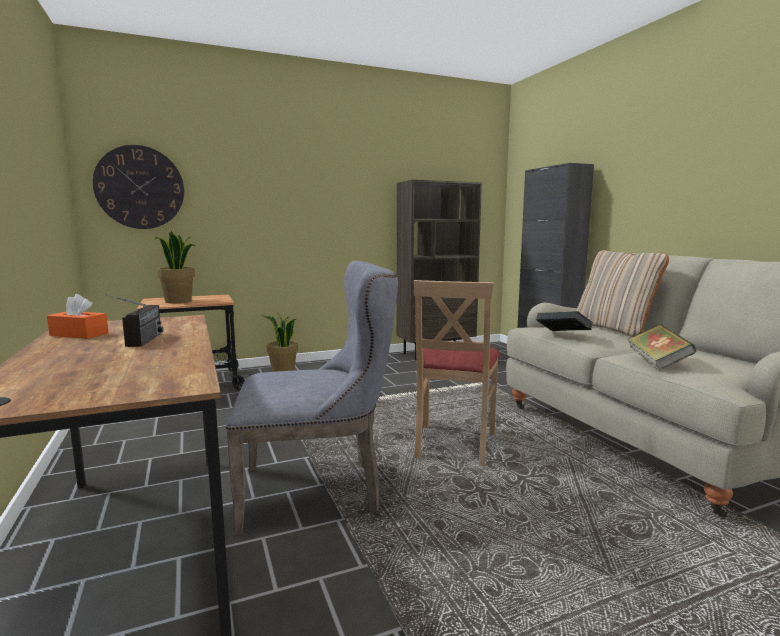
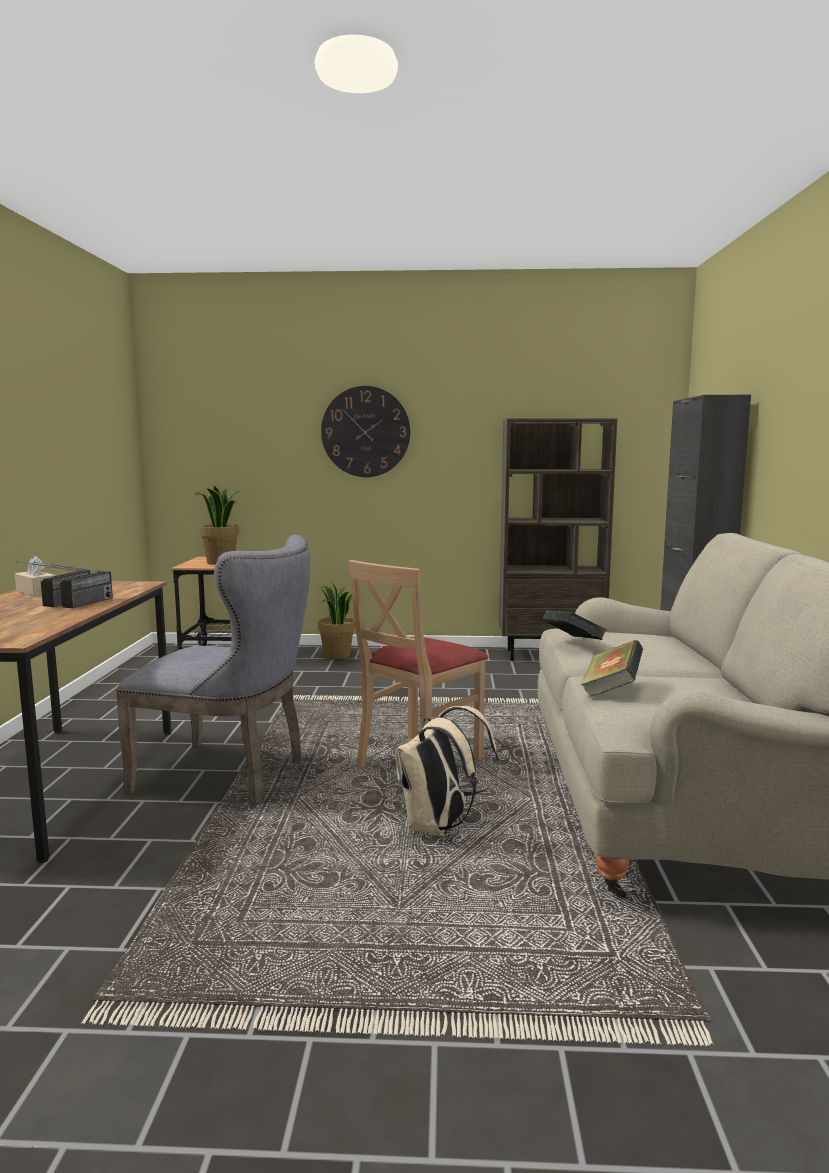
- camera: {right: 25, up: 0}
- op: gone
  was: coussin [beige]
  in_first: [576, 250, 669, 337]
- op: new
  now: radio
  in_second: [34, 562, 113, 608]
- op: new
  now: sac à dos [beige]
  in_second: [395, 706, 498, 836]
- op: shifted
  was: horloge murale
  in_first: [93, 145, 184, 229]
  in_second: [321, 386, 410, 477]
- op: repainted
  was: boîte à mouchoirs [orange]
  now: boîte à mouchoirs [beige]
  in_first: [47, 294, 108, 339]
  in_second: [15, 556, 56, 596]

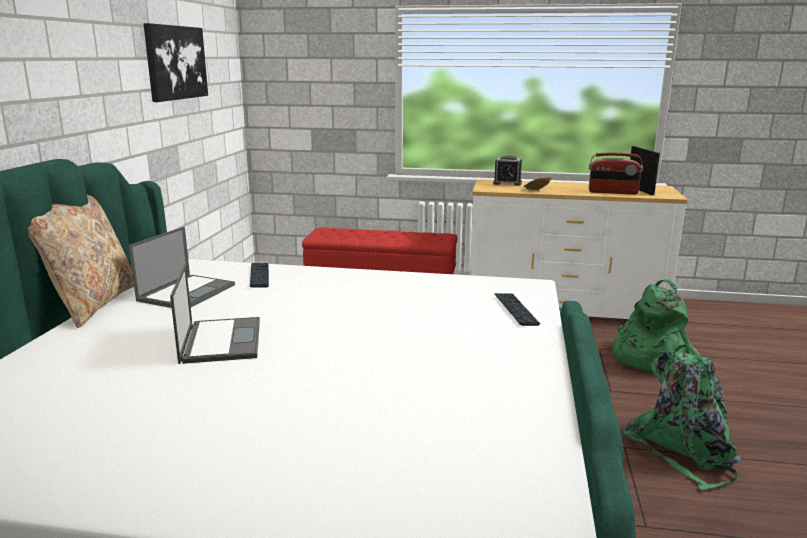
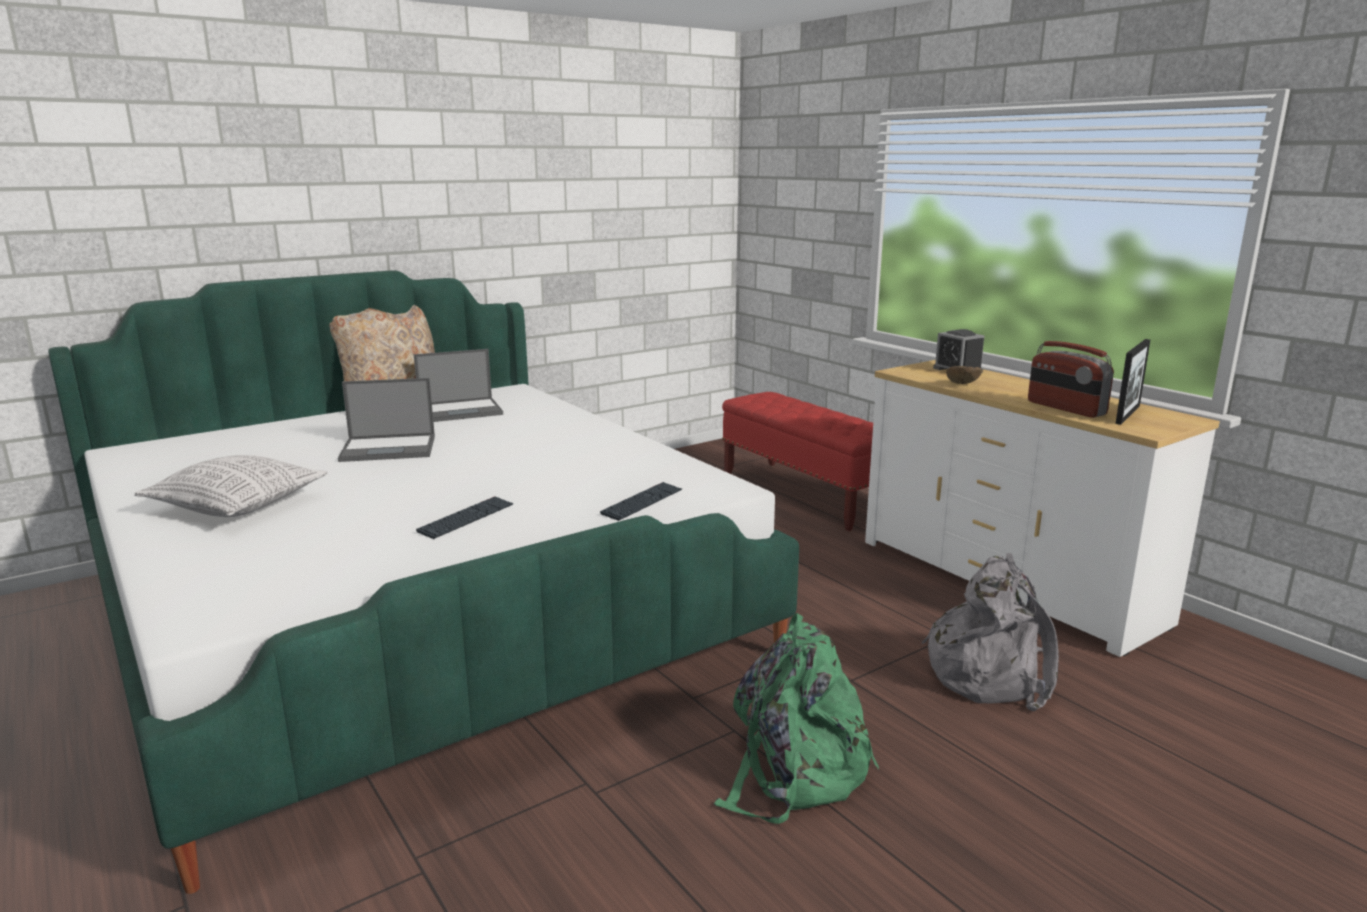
- camera: {right: 45, up: 0}
- op: gone
  was: tableau
  in_first: [144, 23, 208, 102]
- op: new
  now: coussin
  in_second: [134, 455, 327, 517]
- op: shifted
  was: clavier
  in_first: [250, 263, 269, 288]
  in_second: [416, 496, 513, 539]
- op: repainted
  was: sac à dos [vert]
  now: sac à dos [gris]
  in_first: [612, 279, 695, 373]
  in_second: [922, 553, 1059, 711]
- op: rotated
  was: ordinateur portable
  in_first: [170, 264, 260, 364]
  in_second: [338, 378, 435, 462]
  clockwise: 45

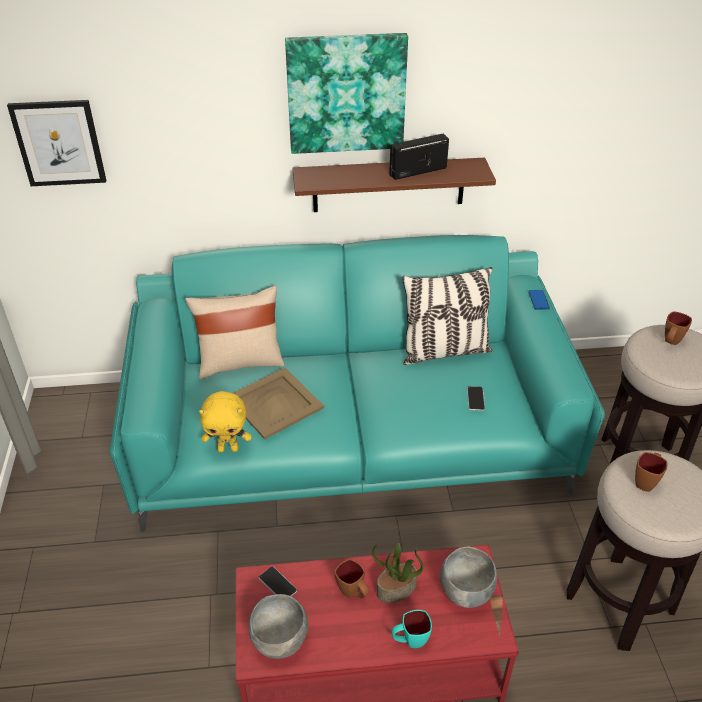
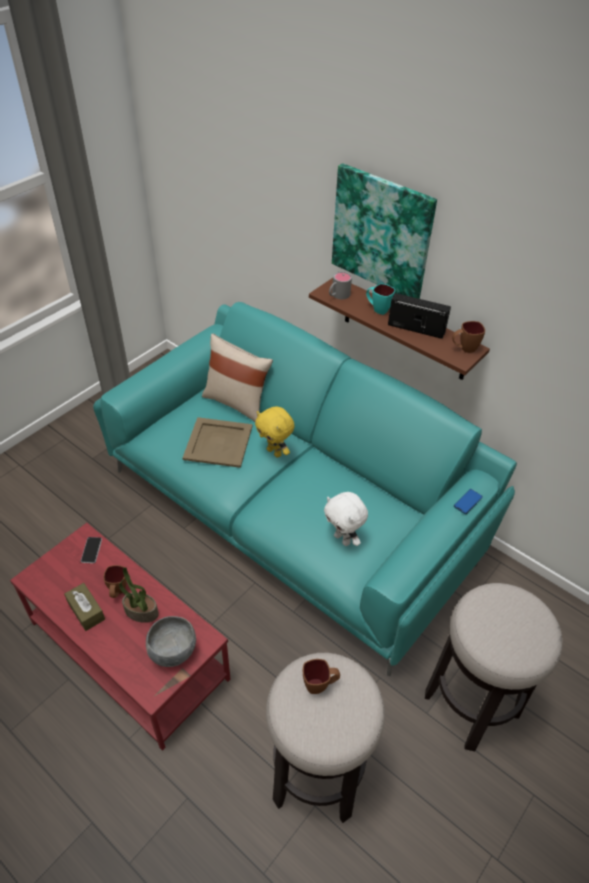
- camera: {right: 45, up: 5}
- op: gone
  was: tableau
  in_first: [7, 100, 106, 186]
- op: gone
  was: bol [gris]
  in_first: [248, 594, 308, 659]
- op: gone
  was: coussin
  in_first: [402, 267, 492, 365]
- op: new
  now: boîte à mouchoirs [marron]
  in_second: [64, 583, 105, 631]
- op: new
  now: mug [gris]
  in_second: [329, 272, 352, 299]
- op: shifted
  was: peluche [jaune]
  in_first: [199, 391, 251, 452]
  in_second: [255, 406, 294, 458]
- op: shifted
  was: mug [turquoise]
  in_first: [391, 610, 432, 648]
  in_second: [366, 283, 395, 315]
- op: shifted
  was: mug [marron]
  in_first: [665, 311, 692, 345]
  in_second: [452, 321, 485, 353]
- op: swapped
  was: téléphone
  now: peluche [blanc]
  in_first: [467, 386, 485, 411]
  in_second: [324, 492, 368, 546]

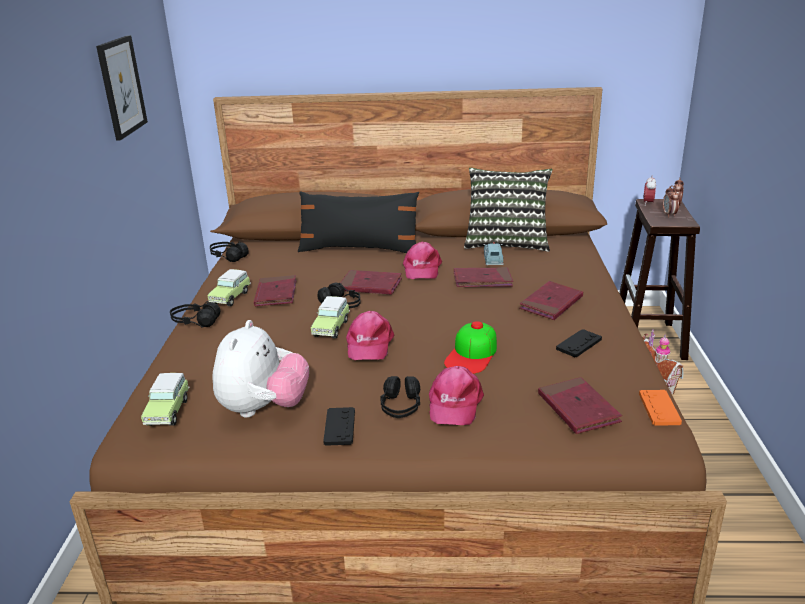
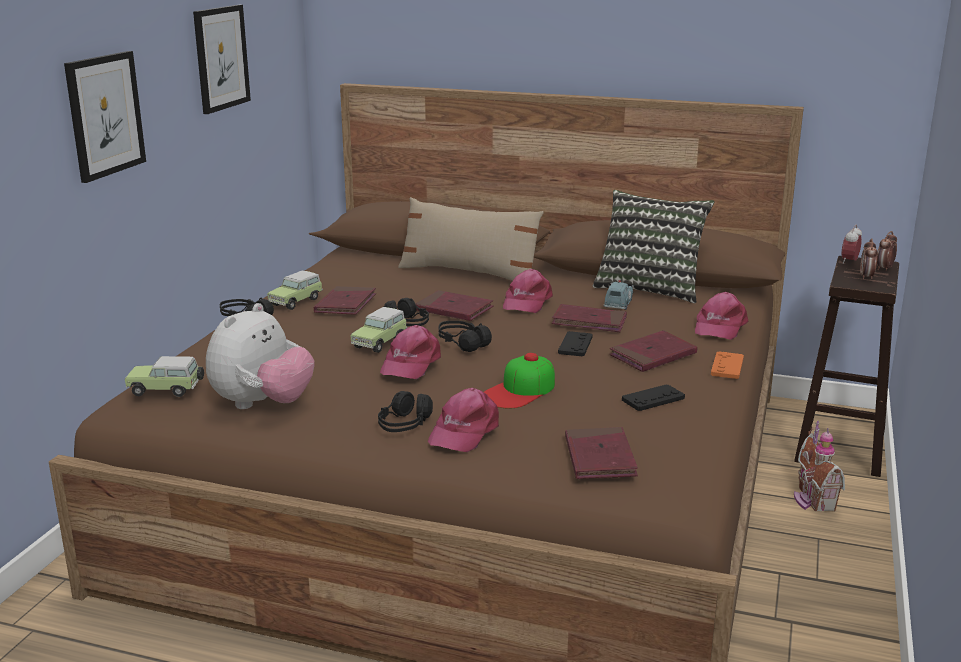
- camera: {right: 15, up: -5}
- op: new
  now: tableau
  in_second: [64, 51, 146, 183]
- op: new
  now: casquette [rose]
  in_second: [695, 292, 748, 340]
- op: shifted
  was: casque audio [noir]
  in_first: [210, 241, 249, 262]
  in_second: [439, 321, 492, 352]
- op: shifted
  was: manette [noir]
  in_first: [323, 407, 355, 446]
  in_second: [558, 331, 593, 357]
- op: shifted
  was: manette [orange]
  in_first: [639, 390, 682, 425]
  in_second: [711, 351, 744, 379]
- op: repainted
  was: coussin [noir]
  now: coussin [beige]
  in_first: [298, 191, 419, 253]
  in_second: [398, 197, 544, 281]
- op: rotated
  was: petite voiture
  in_first: [141, 373, 190, 426]
  in_second: [125, 356, 204, 397]
  clockwise: 75

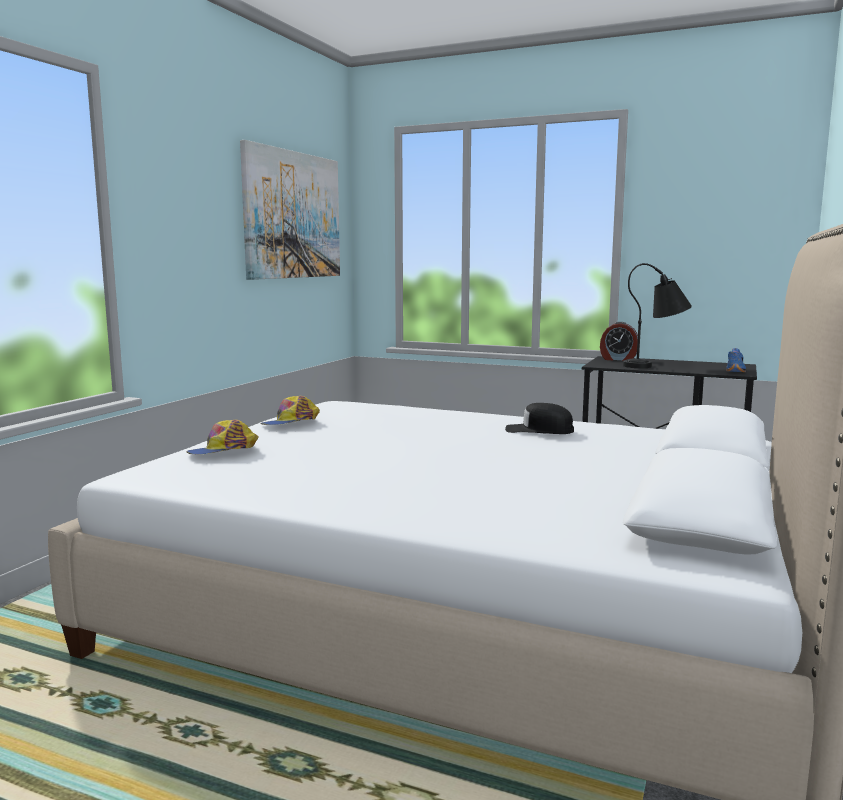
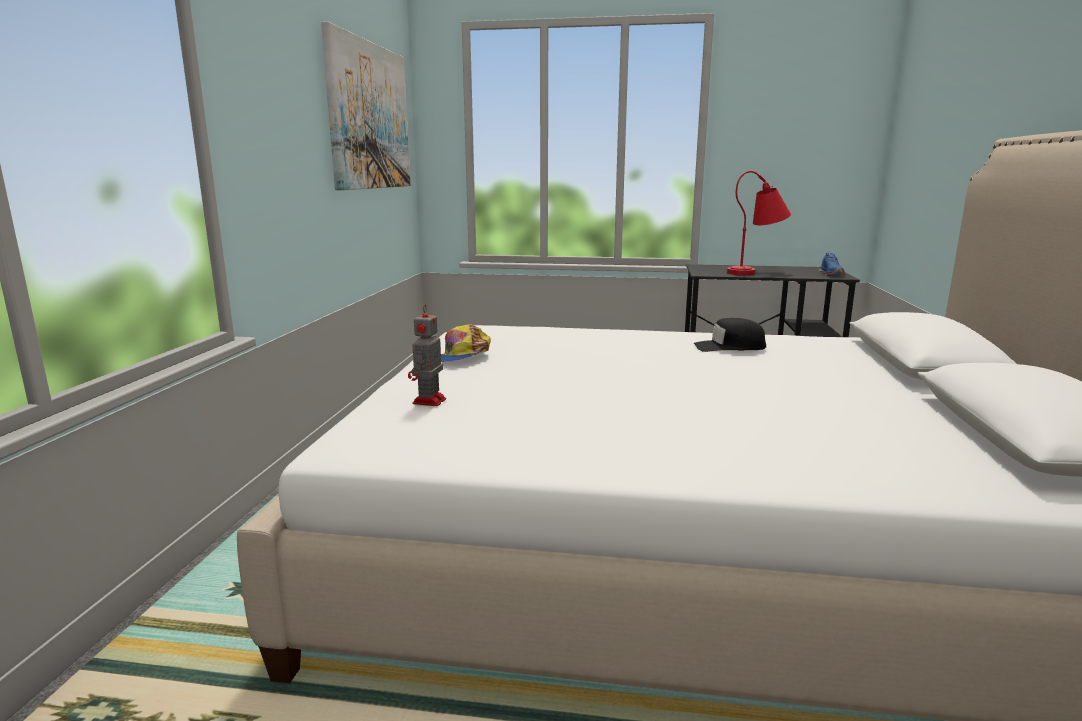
- camera: {right: -15, up: 5}
- op: gone
  was: réveil
  in_first: [600, 322, 638, 361]
- op: swapped
  was: casquette
  now: robot jouet
  in_first: [187, 420, 259, 454]
  in_second: [408, 304, 446, 406]
- op: repainted
  was: lampe de table [noir]
  now: lampe de table [rouge]
  in_first: [623, 263, 692, 368]
  in_second: [727, 171, 791, 275]

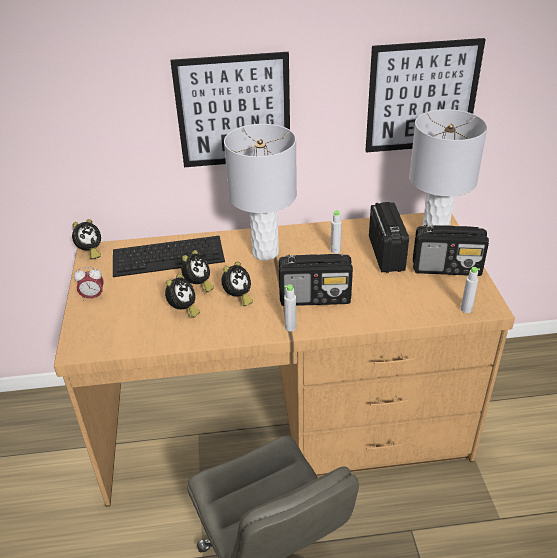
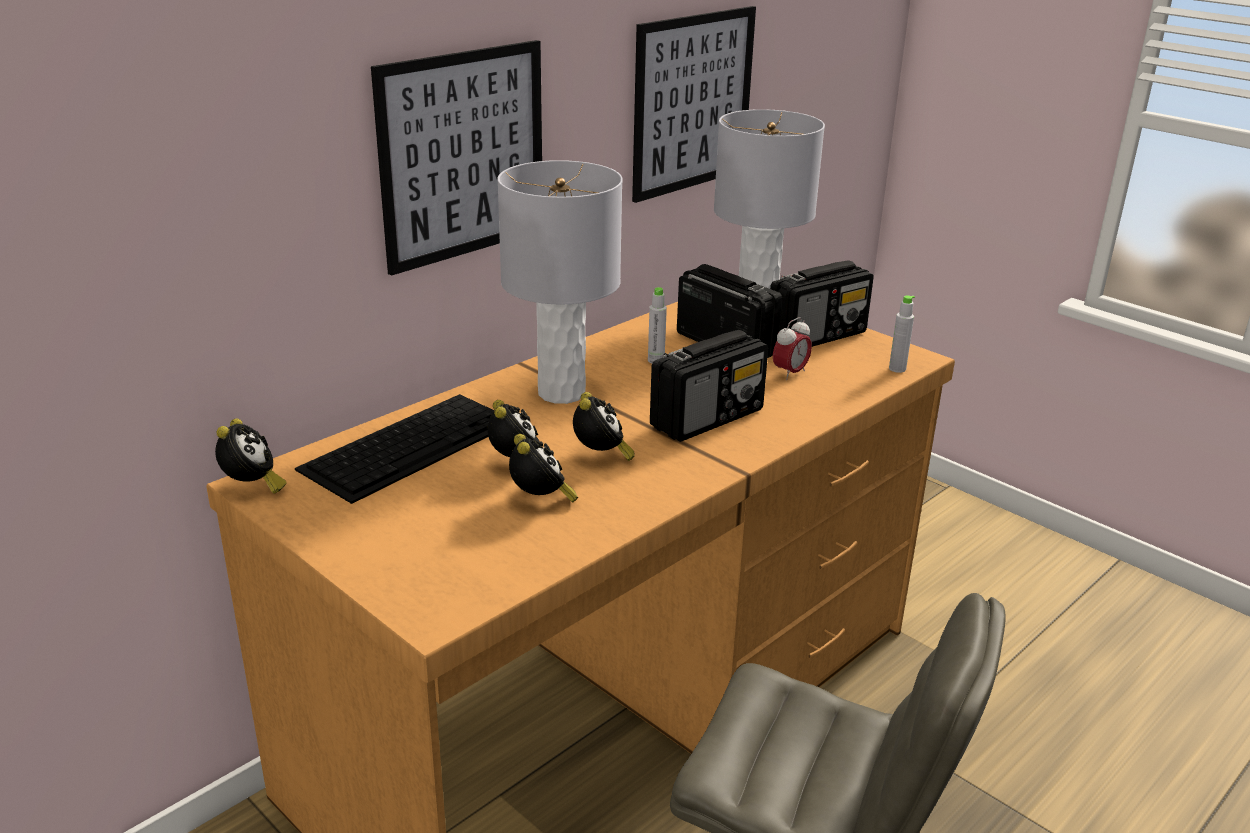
- camera: {right: -40, up: -10}
- op: gone
  was: bouteille [gris]
  in_first: [284, 285, 296, 331]
- op: shifted
  was: réveil
  in_first: [74, 267, 103, 301]
  in_second: [773, 317, 812, 380]

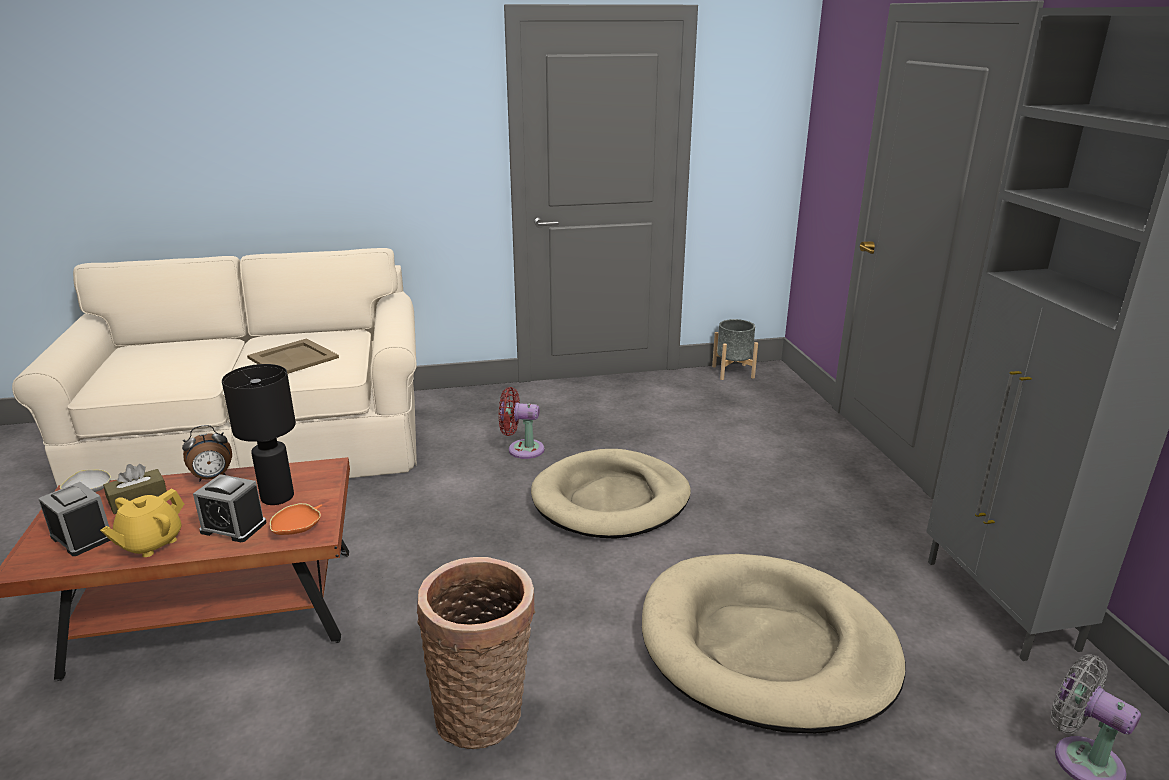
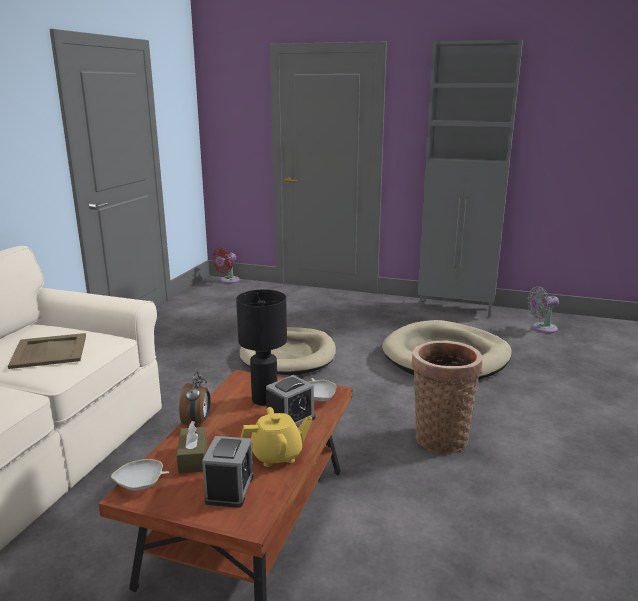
- camera: {right: -60, up: -5}
- op: gone
  was: cache-pot [gris]
  in_first: [712, 319, 758, 380]
- op: shifted
  was: ventilateur [rouge]
  in_first: [499, 387, 544, 459]
  in_second: [212, 247, 240, 283]
- op: repainted
  was: bol [orange]
  now: bol [blanc]
  in_first: [270, 503, 322, 535]
  in_second: [308, 378, 337, 401]
- op: rotated
  was: réveil
  in_first: [38, 482, 111, 556]
  in_second: [202, 436, 254, 508]
  clockwise: 120
- op: rotated
  was: théière [jaune]
  in_first: [100, 489, 184, 557]
  in_second: [241, 407, 312, 467]
  clockwise: -75

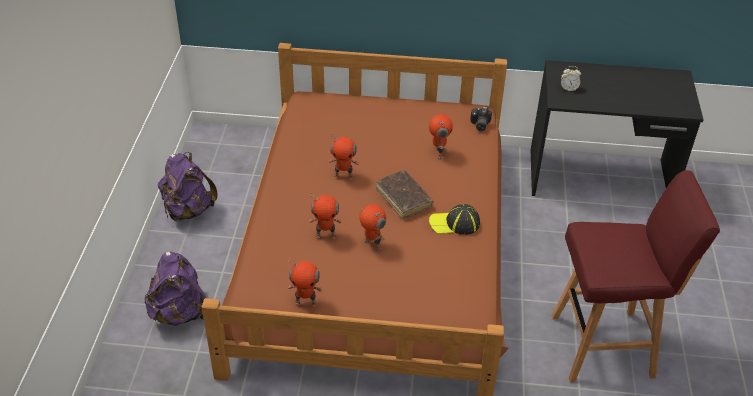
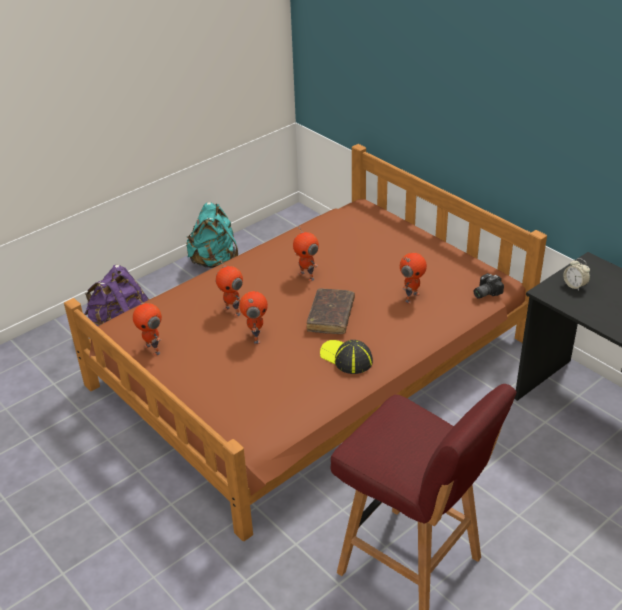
- camera: {right: 45, up: -5}
- op: repainted
  was: sac à dos [violet]
  now: sac à dos [turquoise]
  in_first: [158, 152, 218, 221]
  in_second: [186, 202, 238, 268]

